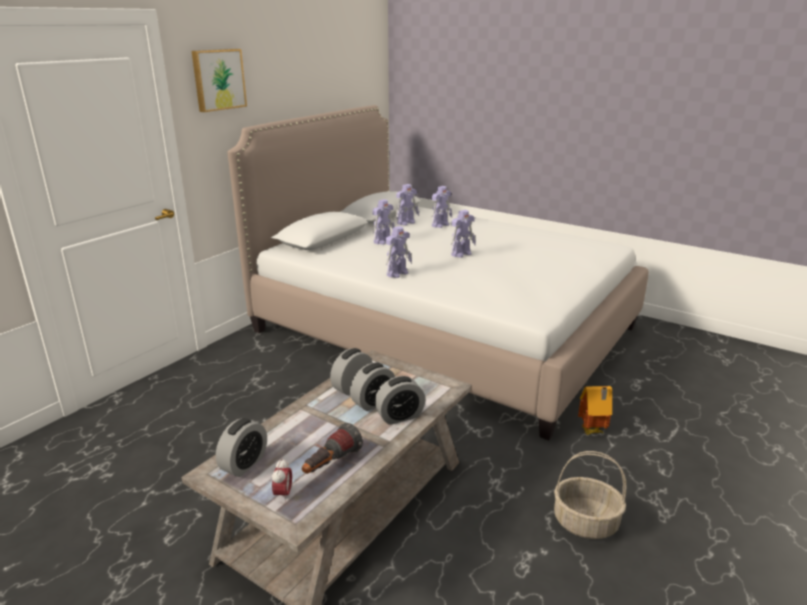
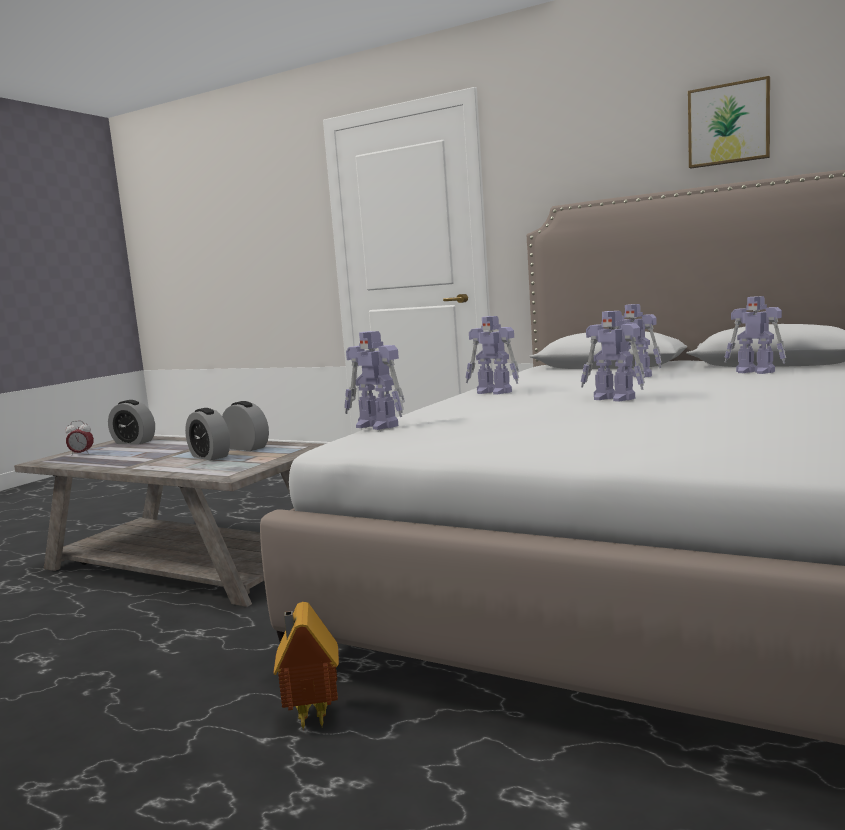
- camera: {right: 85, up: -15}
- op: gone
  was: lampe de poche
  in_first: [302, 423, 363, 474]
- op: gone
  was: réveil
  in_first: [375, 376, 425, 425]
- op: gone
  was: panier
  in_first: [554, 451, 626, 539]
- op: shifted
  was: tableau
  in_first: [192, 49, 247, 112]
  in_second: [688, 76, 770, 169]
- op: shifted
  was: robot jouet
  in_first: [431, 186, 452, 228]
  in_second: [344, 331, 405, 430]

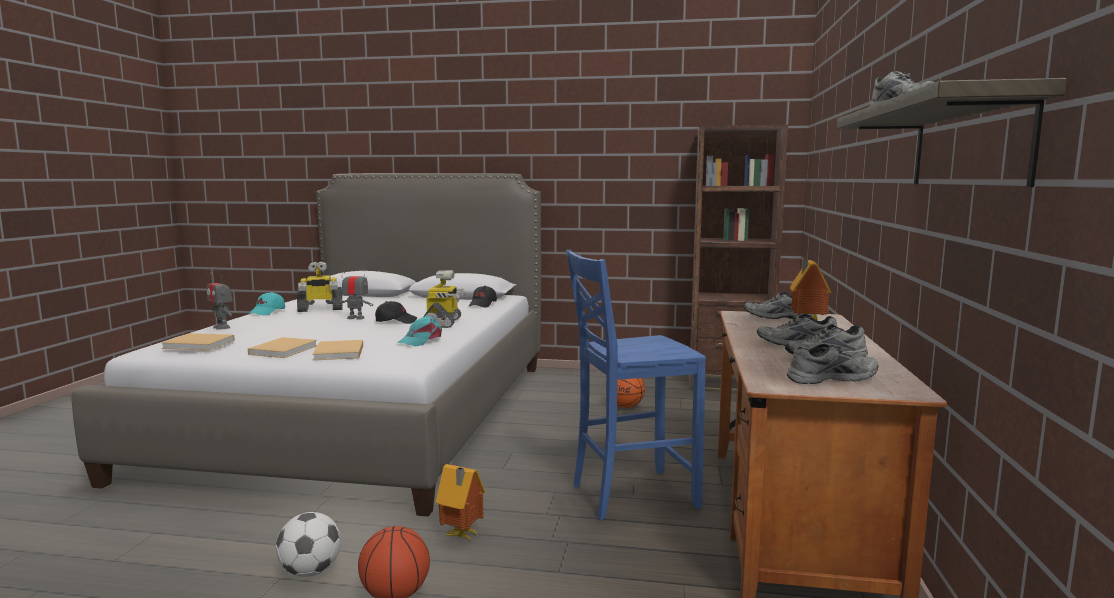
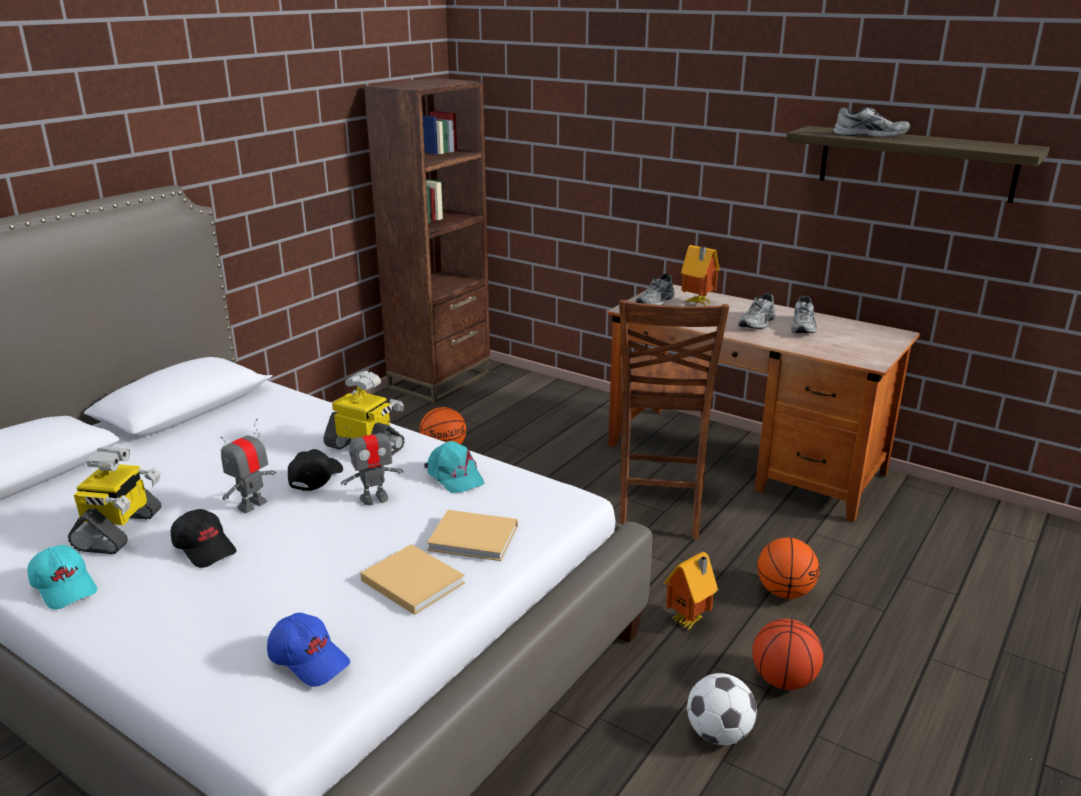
- camera: {right: -65, up: 15}
- op: gone
  was: chaussure [gris]
  in_first: [787, 344, 878, 384]
- op: new
  now: ballon de basket
  in_second: [757, 537, 820, 599]
- op: shifted
  was: robot jouet
  in_first: [207, 272, 233, 330]
  in_second: [341, 420, 403, 505]
- op: shifted
  was: casquette [noir]
  in_first: [468, 286, 497, 308]
  in_second: [171, 509, 236, 568]
- op: swapped
  was: livre [beige]
  now: casquette [bleu]
  in_first: [161, 333, 235, 351]
  in_second: [267, 613, 350, 687]
- op: repainted
  was: chaise [bleu]
  now: chaise [marron]
  in_first: [566, 249, 706, 520]
  in_second: [619, 300, 729, 540]

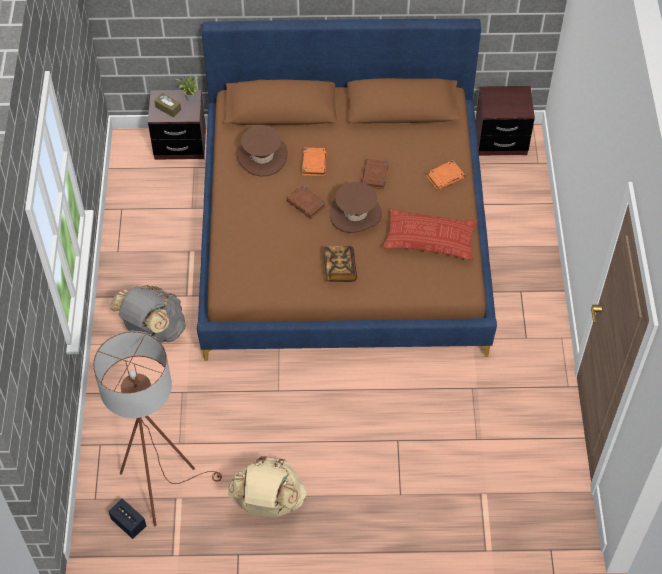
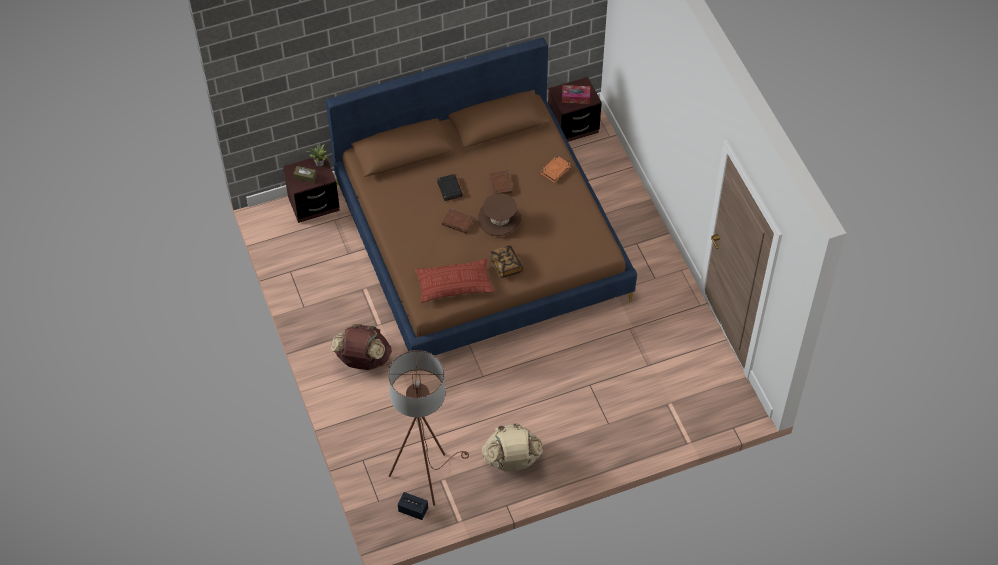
- camera: {right: -20, up: 0}
- op: gone
  was: chapeau [marron]
  in_first: [237, 125, 288, 177]
- op: new
  now: boîte à mouchoirs
  in_second: [562, 85, 590, 104]
- op: shifted
  was: coussin
  in_first: [382, 208, 477, 261]
  in_second: [415, 258, 495, 303]
- op: repainted
  was: sac à dos [gris]
  now: sac à dos [marron]
  in_first: [109, 285, 186, 343]
  in_second: [331, 324, 392, 370]
- op: repainted
  was: livre [orange]
  now: livre [noir]
  in_first: [302, 148, 327, 176]
  in_second: [437, 174, 463, 201]

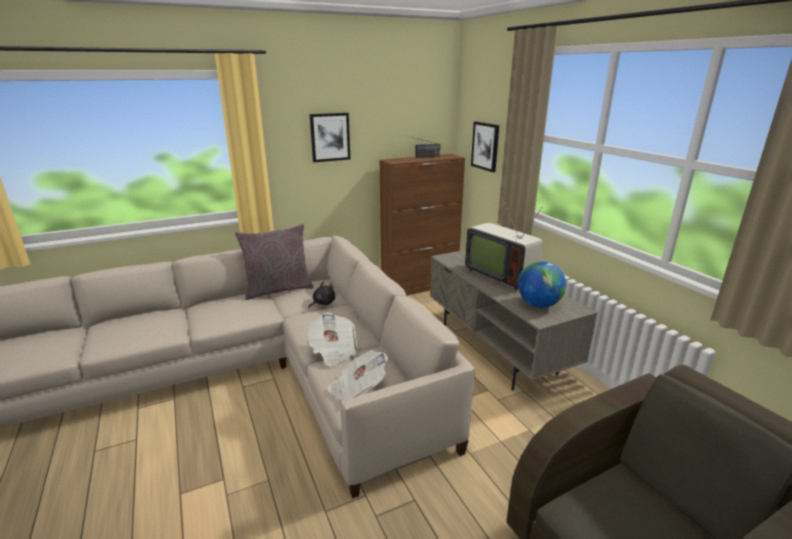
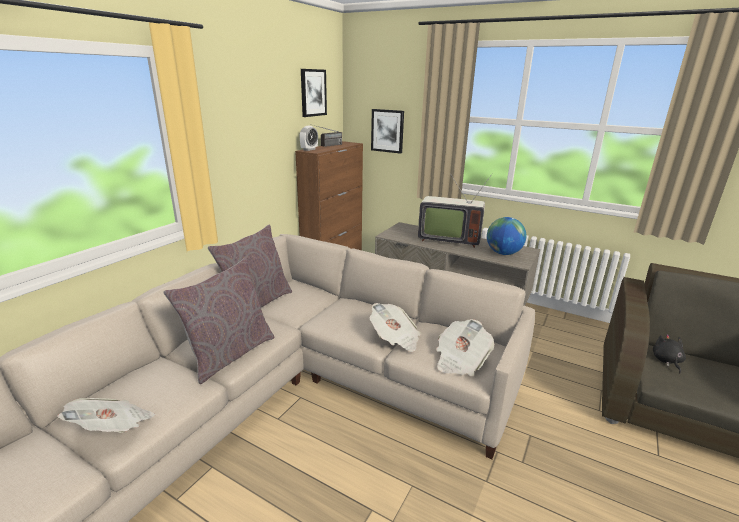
- camera: {right: -35, up: 0}
- op: new
  now: journal
  in_second: [57, 398, 156, 433]
- op: new
  now: coussin [gris]
  in_second: [163, 257, 274, 384]
- op: new
  now: réveil
  in_second: [299, 126, 318, 151]
- op: shifted
  was: peluche [noir]
  in_first: [308, 281, 335, 309]
  in_second: [653, 334, 686, 373]
- op: shifted
  was: tableau
  in_first: [310, 113, 350, 162]
  in_second: [301, 69, 327, 117]

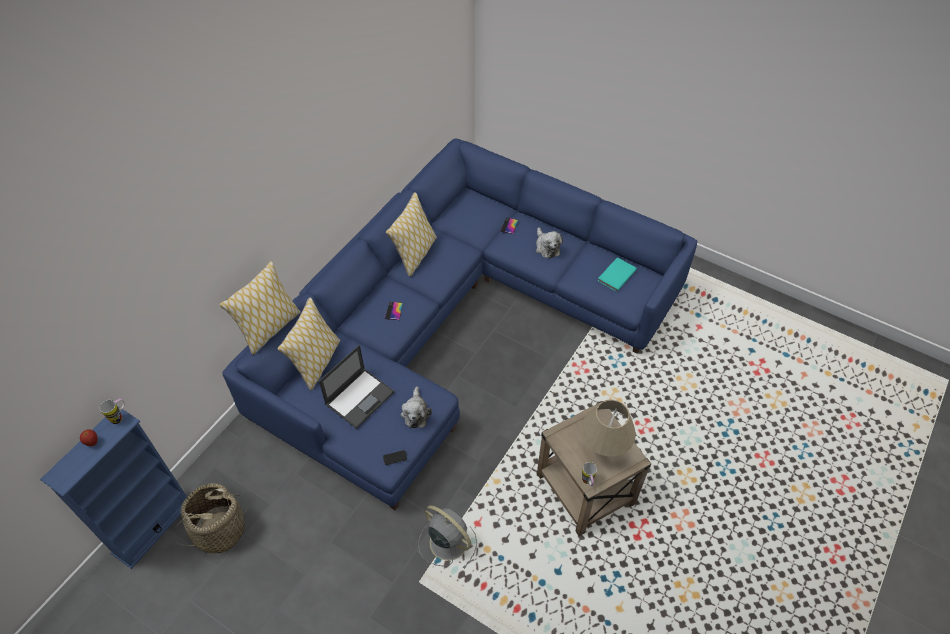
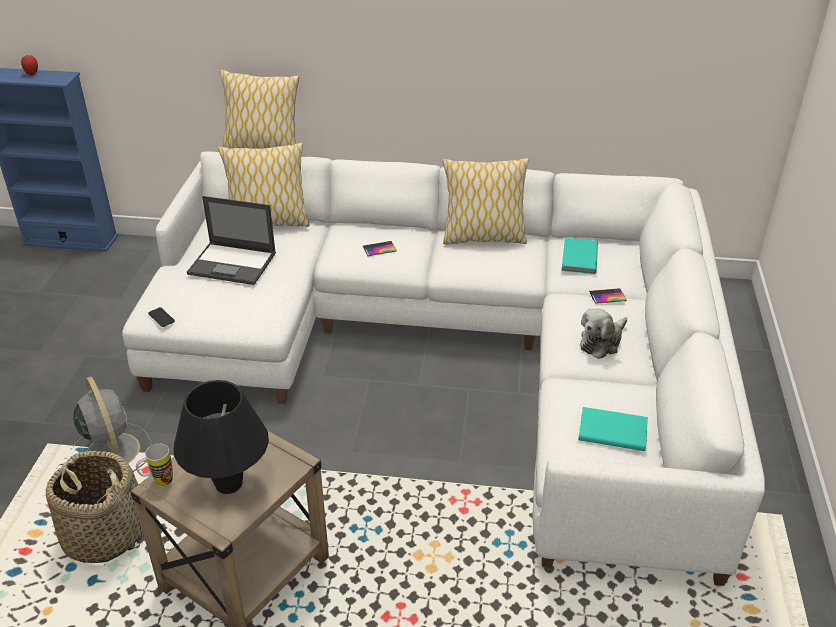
- camera: {right: 65, up: -15}
- op: gone
  was: mug
  in_first: [100, 399, 125, 424]
- op: gone
  was: peluche
  in_first: [401, 386, 432, 428]
- op: new
  now: livre [turquoise]
  in_second: [562, 238, 598, 274]
- op: shifted
  was: panier
  in_first: [175, 483, 248, 553]
  in_second: [46, 451, 143, 563]
- op: repainted
  was: canapé [bleu]
  now: canapé [blanc]
  in_first: [222, 139, 697, 510]
  in_second: [122, 152, 765, 586]
- op: repainted
  was: lampe de table [beige]
  now: lampe de table [noir]
  in_first: [580, 399, 636, 456]
  in_second: [174, 380, 269, 494]
- op: rotated
  was: ventilateur [gris]
  in_first: [418, 505, 477, 569]
  in_second: [73, 376, 152, 472]
  clockwise: -45

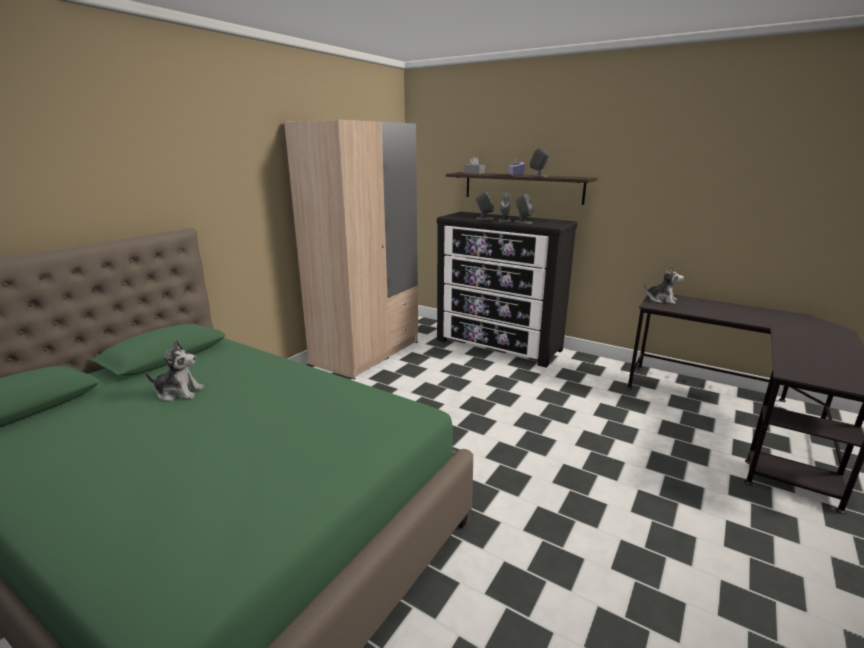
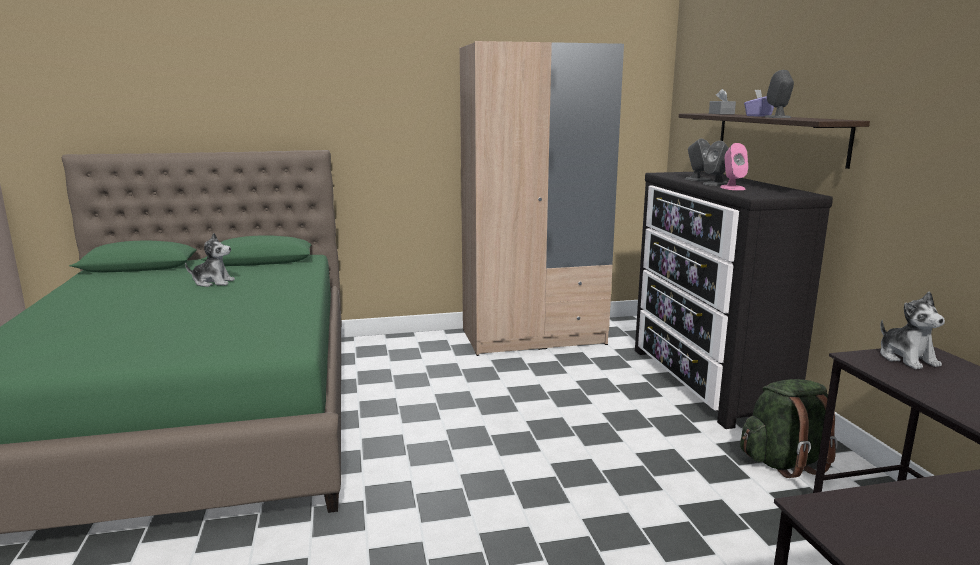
- camera: {right: 45, up: -5}
- op: new
  now: sac à dos [vert]
  in_second: [740, 379, 838, 478]
- op: repainted
  was: enceinte [gris]
  now: enceinte [rose]
  in_first: [515, 194, 534, 224]
  in_second: [721, 143, 748, 190]
- op: rotated
  was: peluche
  in_first: [146, 340, 204, 402]
  in_second: [185, 233, 235, 287]
  clockwise: -45

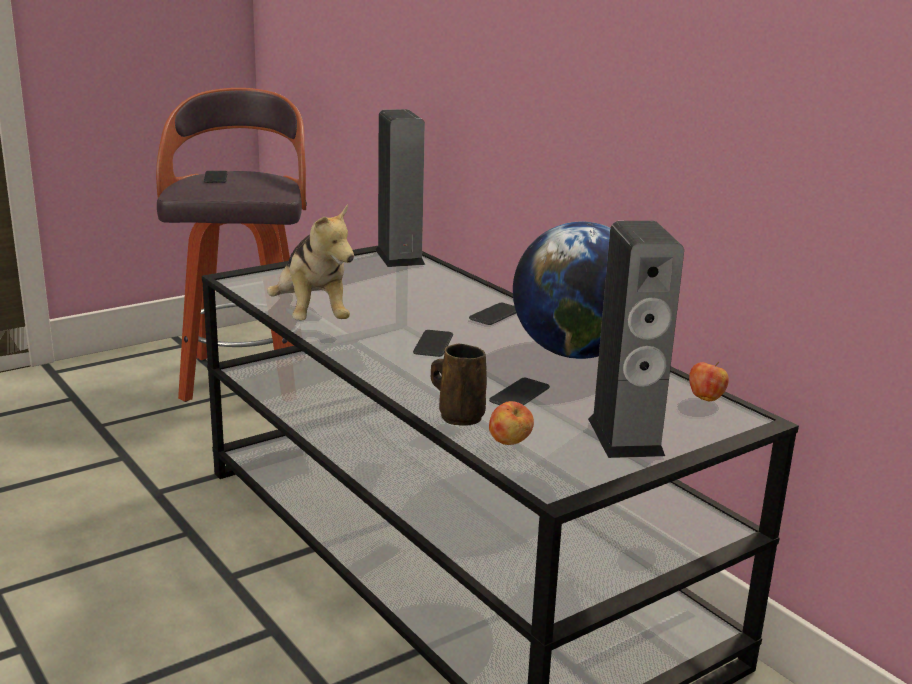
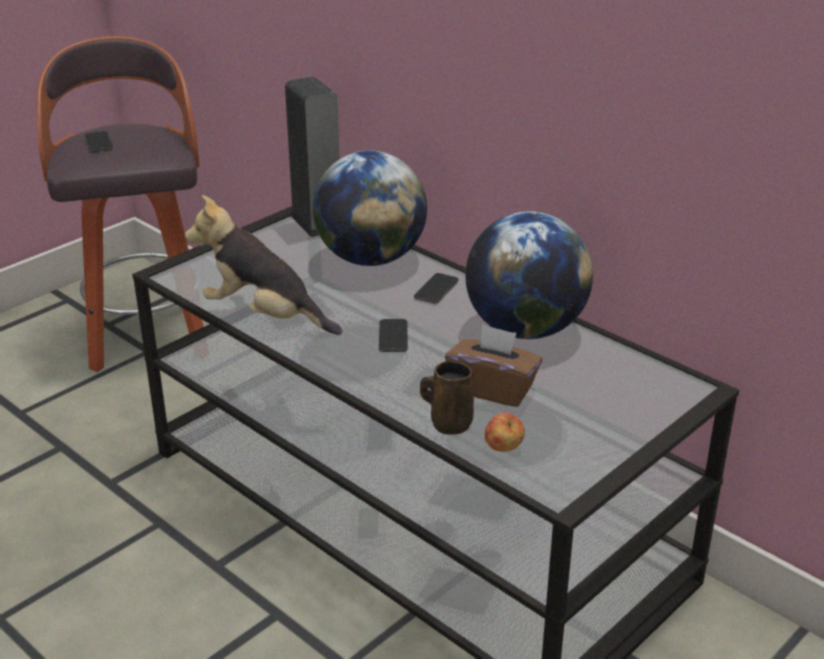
- camera: {right: -10, up: 10}
- op: gone
  was: enceinte
  in_first: [588, 221, 684, 458]
- op: gone
  was: pomme
  in_first: [689, 361, 729, 401]
- op: new
  now: globe
  in_second: [313, 150, 427, 266]
- op: swapped
  was: téléphone
  now: boîte à mouchoirs [marron]
  in_first: [489, 378, 550, 405]
  in_second: [445, 324, 542, 407]
- op: rotated
  was: peluche
  in_first: [267, 204, 354, 321]
  in_second: [185, 195, 342, 335]
  clockwise: 150

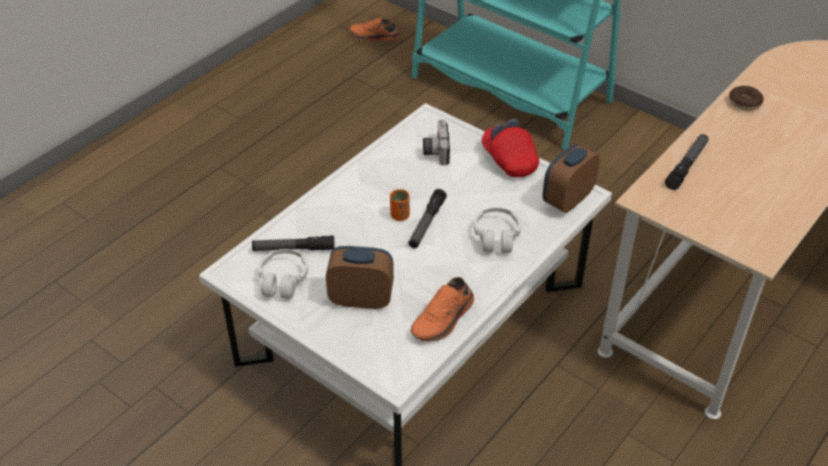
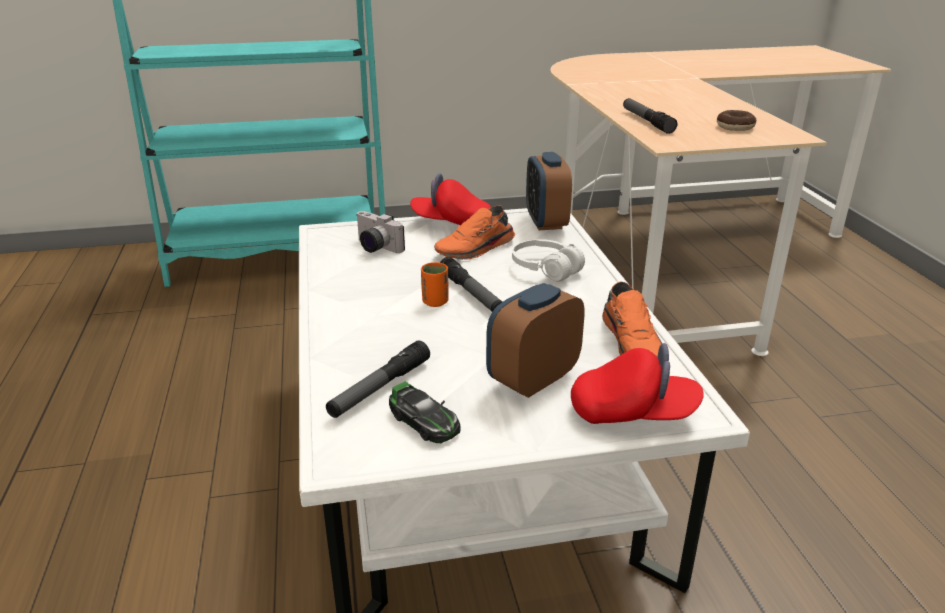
- camera: {right: -50, up: -15}
- op: new
  now: casquette [rouge]
  in_second: [571, 343, 703, 424]
- op: shifted
  was: chaussure [orange]
  in_first: [349, 17, 400, 42]
  in_second: [434, 205, 515, 260]
- op: shifted
  was: beignet
  in_first: [729, 86, 764, 110]
  in_second: [717, 110, 757, 131]
- op: swapped
  was: casque audio [blanc]
  now: petite voiture
  in_first: [258, 249, 308, 299]
  in_second: [389, 382, 461, 443]

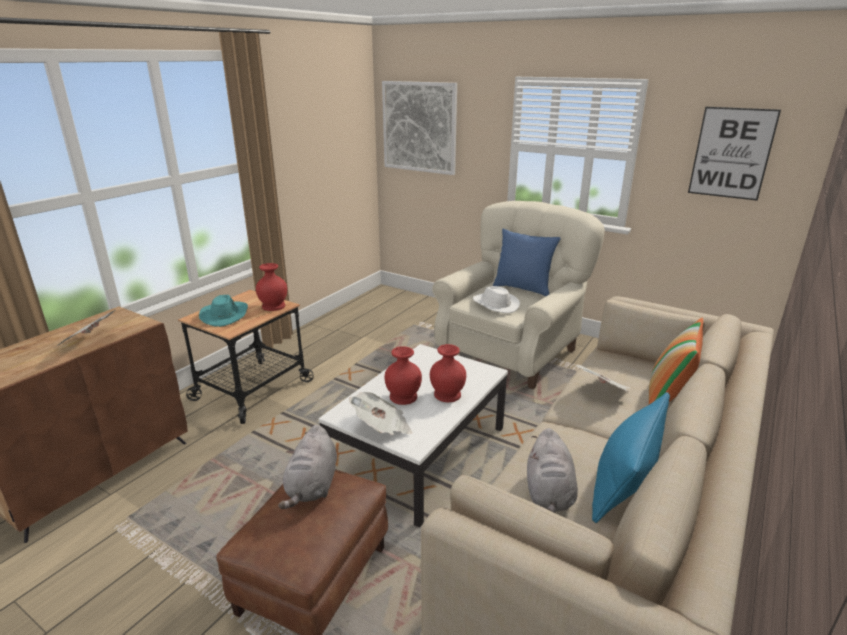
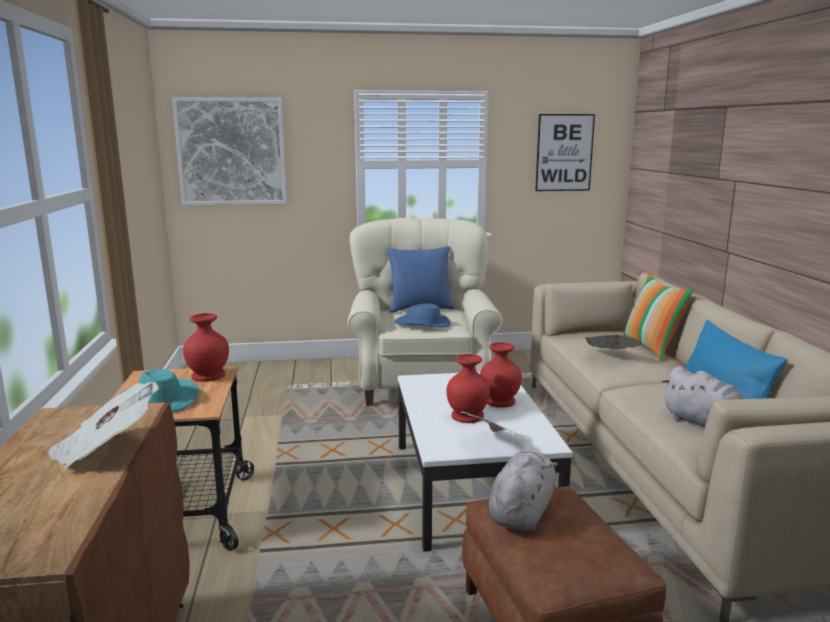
- camera: {right: -40, up: -10}
- op: repainted
  was: chapeau [blanc]
  now: chapeau [bleu]
  in_first: [473, 286, 520, 313]
  in_second: [394, 303, 451, 327]
- op: rotated
  was: peluche [gris]
  in_first: [278, 425, 337, 509]
  in_second: [488, 450, 558, 532]
  clockwise: -120

